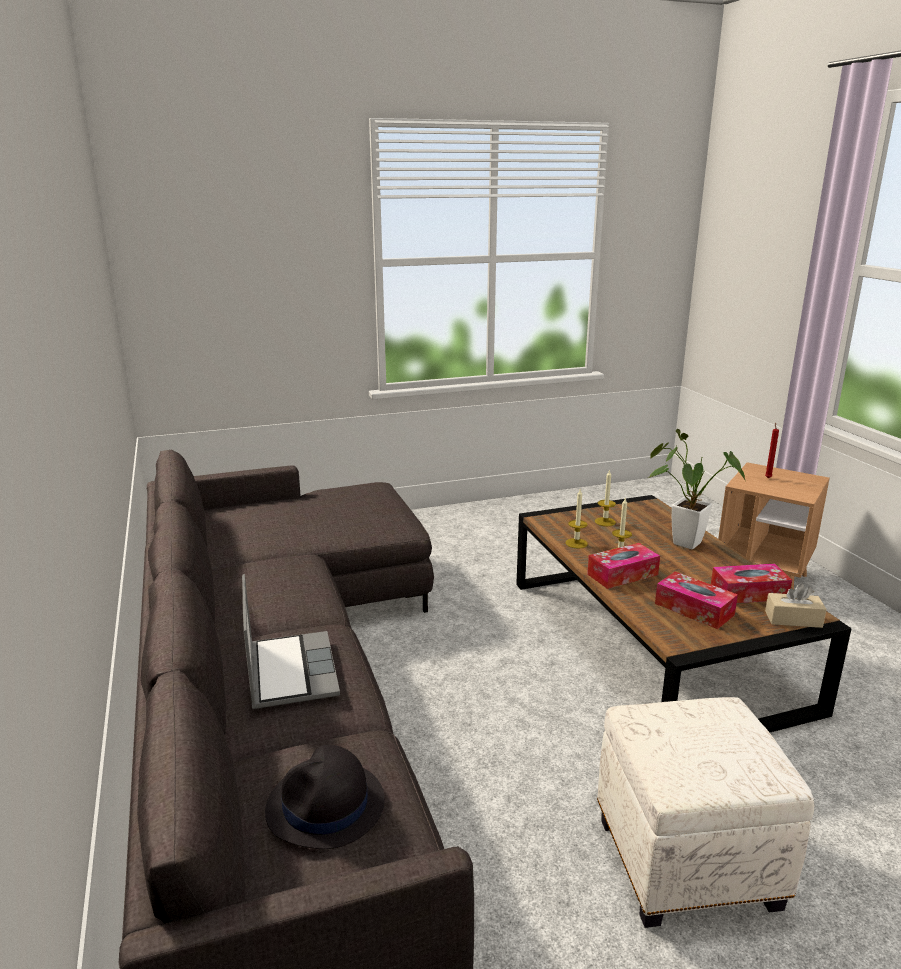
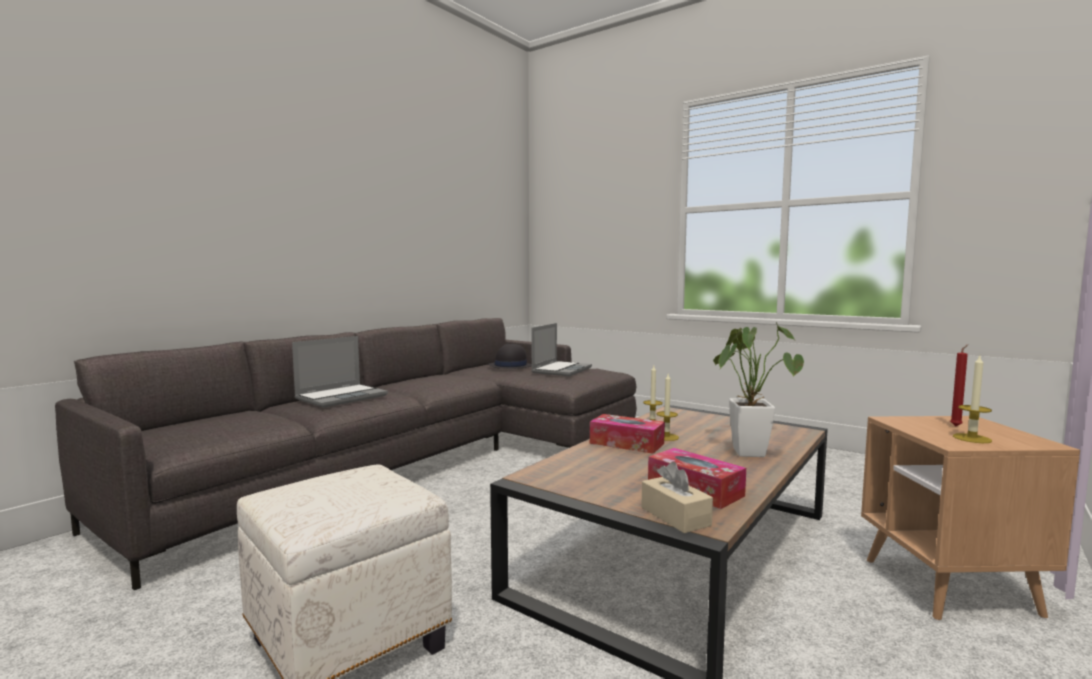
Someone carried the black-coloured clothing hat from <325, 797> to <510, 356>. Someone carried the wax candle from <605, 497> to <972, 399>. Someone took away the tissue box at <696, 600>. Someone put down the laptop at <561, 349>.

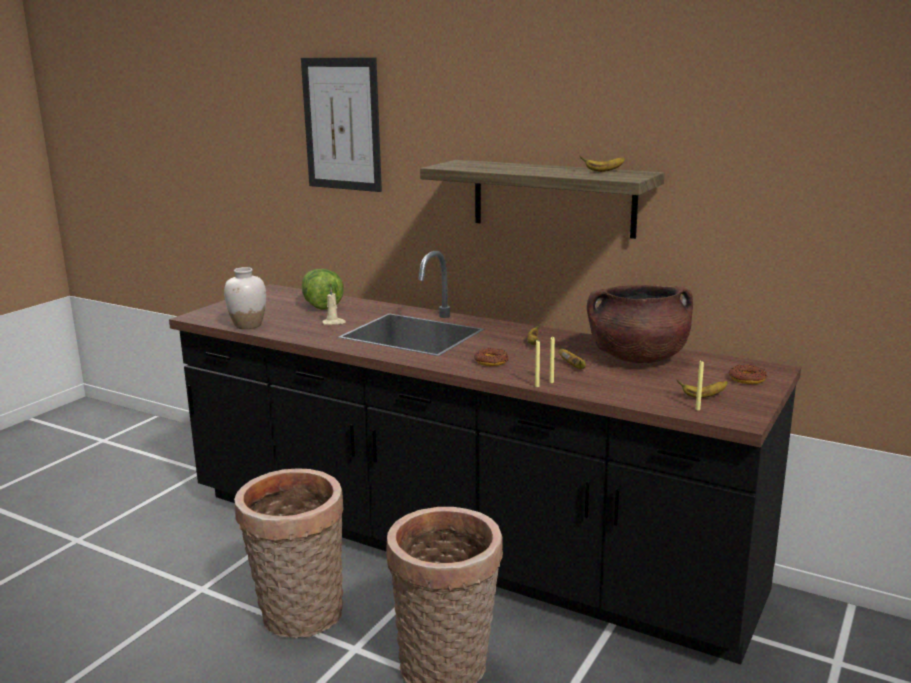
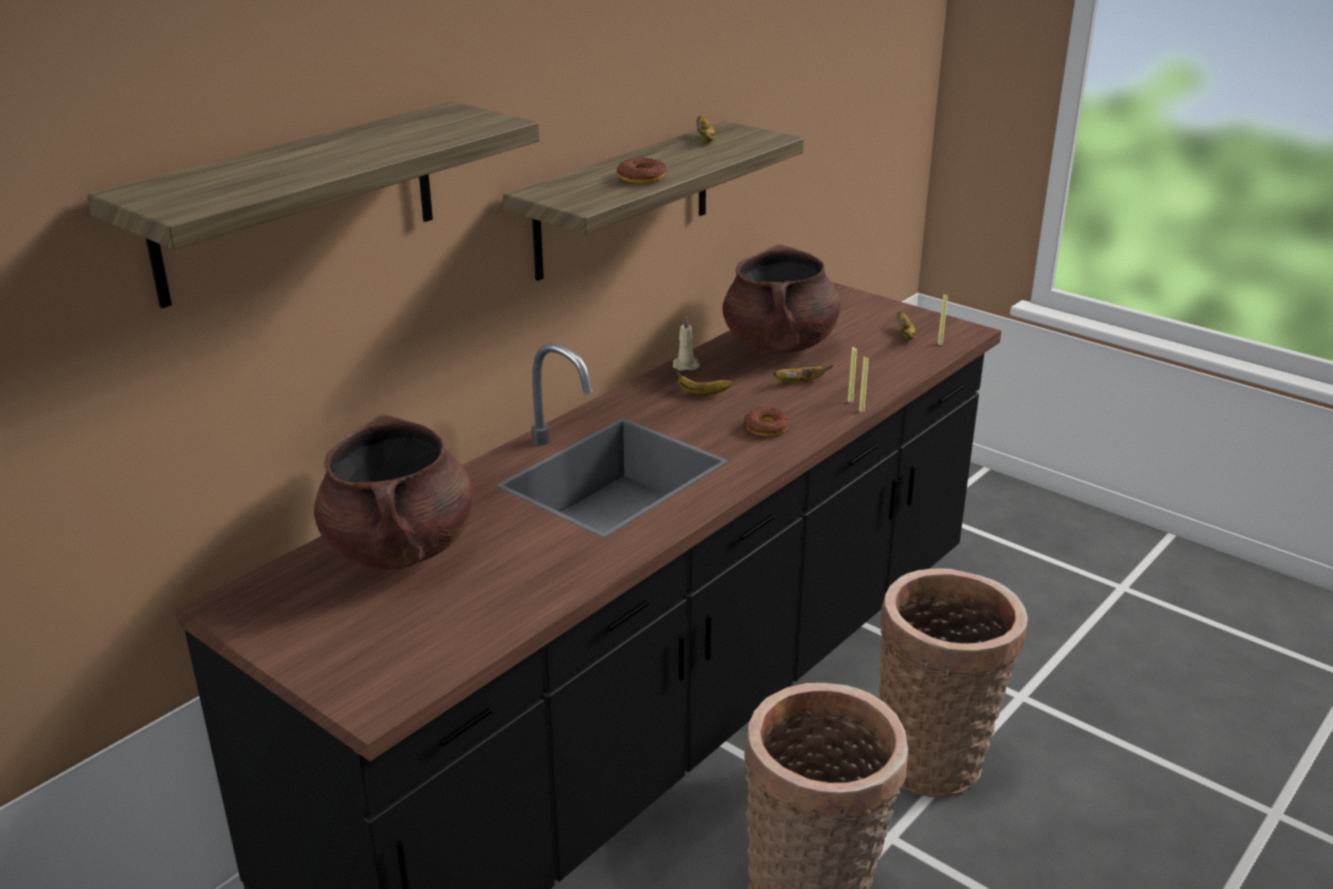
Someone took away the white-coloured vase at <245, 298>. Someone swapped the wall picture at <341, 124> for the wall shelf at <313, 204>. Someone swapped the lettuce head at <323, 289> for the brownish cooking pot at <394, 492>. Someone carried the beige wax candle from <334, 306> to <686, 344>. Someone carried the ring doughnut from <748, 374> to <641, 170>.

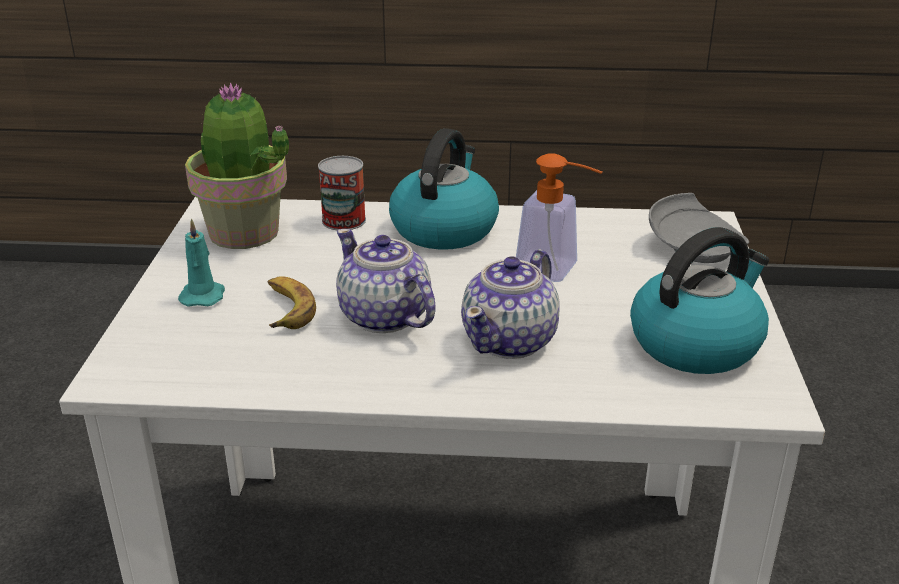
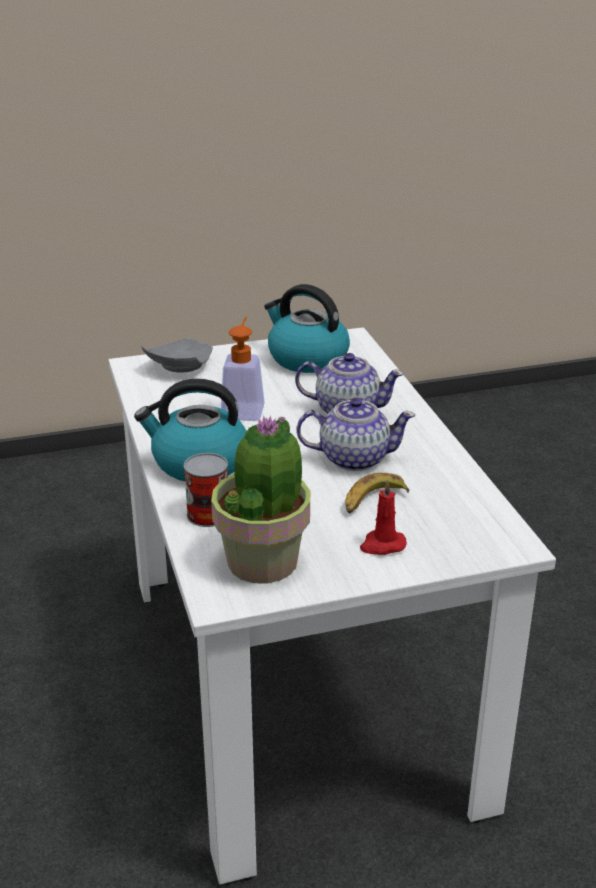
Someone repainted the turquoise-coloured wax candle at <201, 262>, which became the red-coloured wax candle at <383, 517>. Someone rotated the tea pot at <385, 281> by 120 degrees counterclockwise.

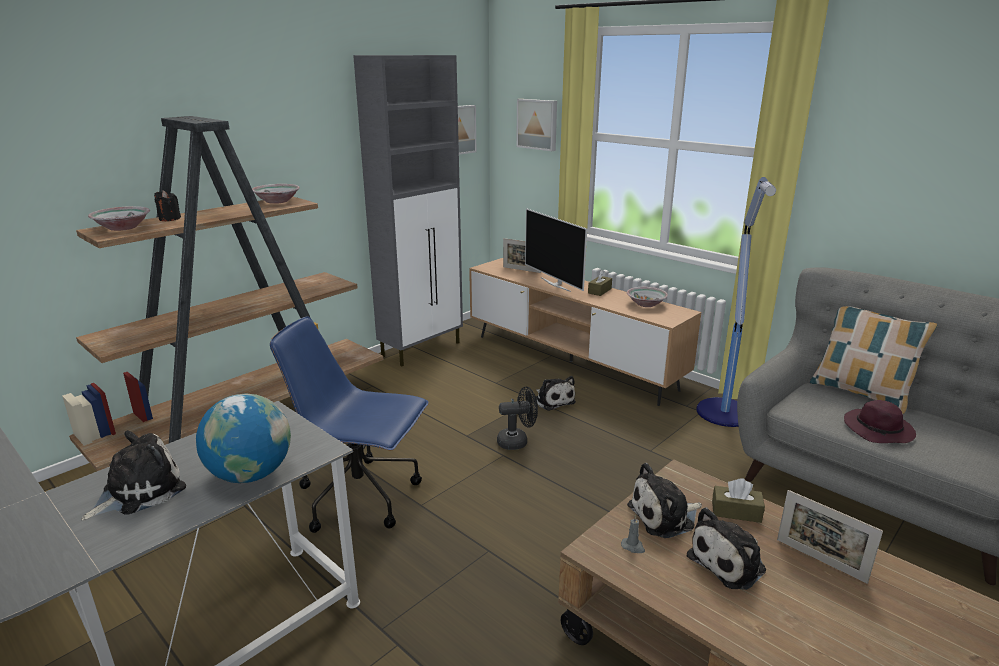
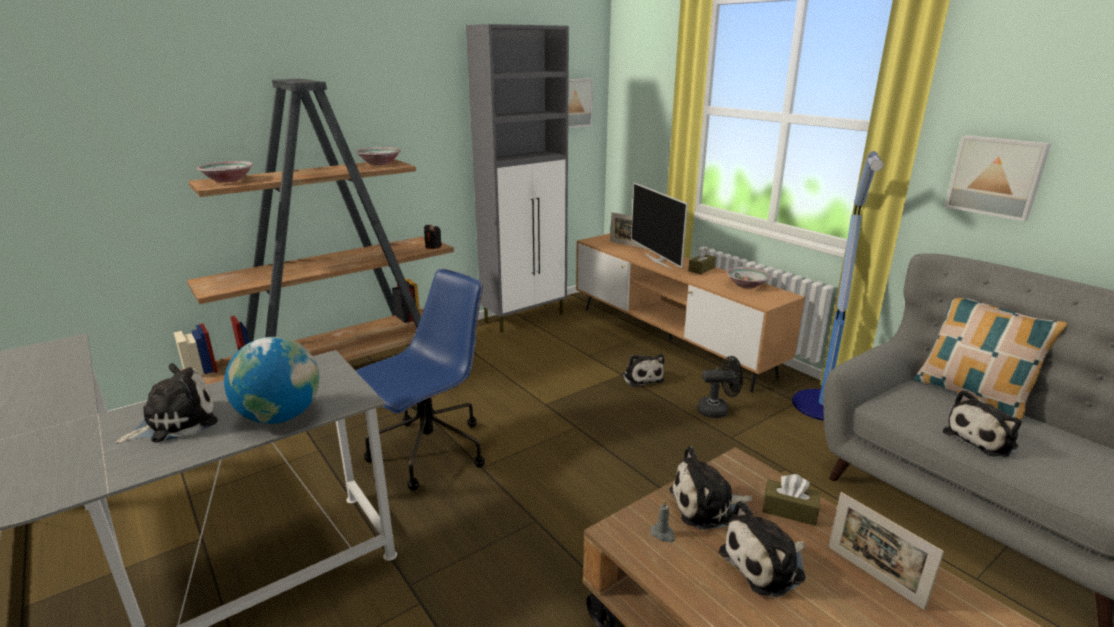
Someone carried the black-coloured wax candle from <167, 205> to <433, 236>. Someone rotated the bluish office chair at <349, 424> by 105 degrees clockwise. Someone carried the black-coloured cooling fan from <517, 418> to <720, 387>. Someone carried the wall picture from <536, 125> to <998, 178>. Someone swapped the purple-coloured clothing hat at <880, 421> for the plush toy at <982, 424>.

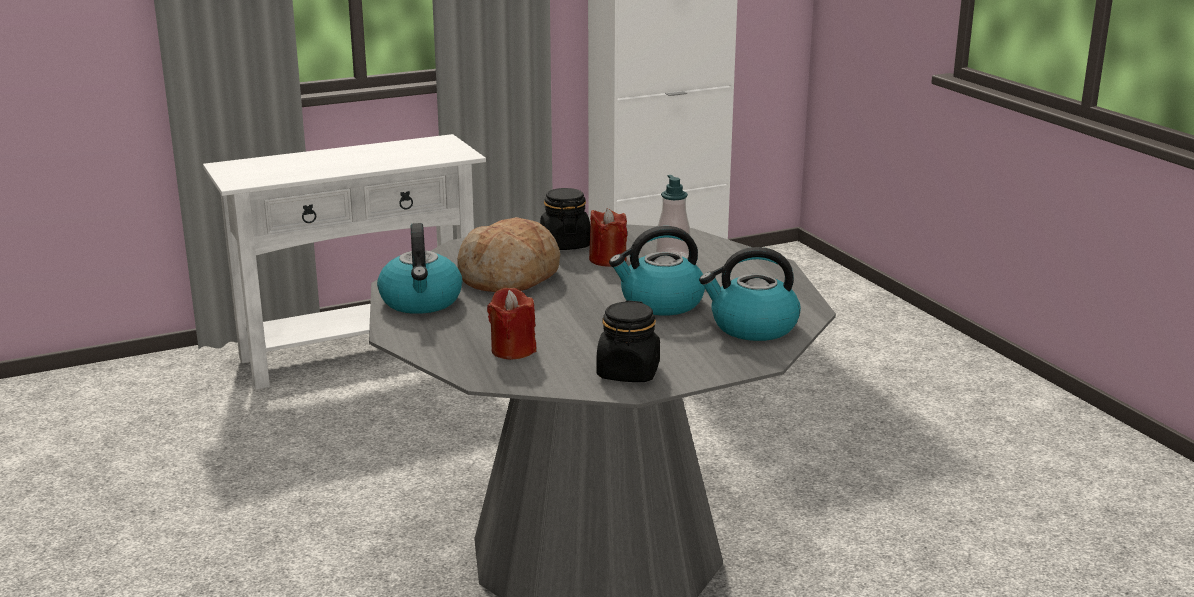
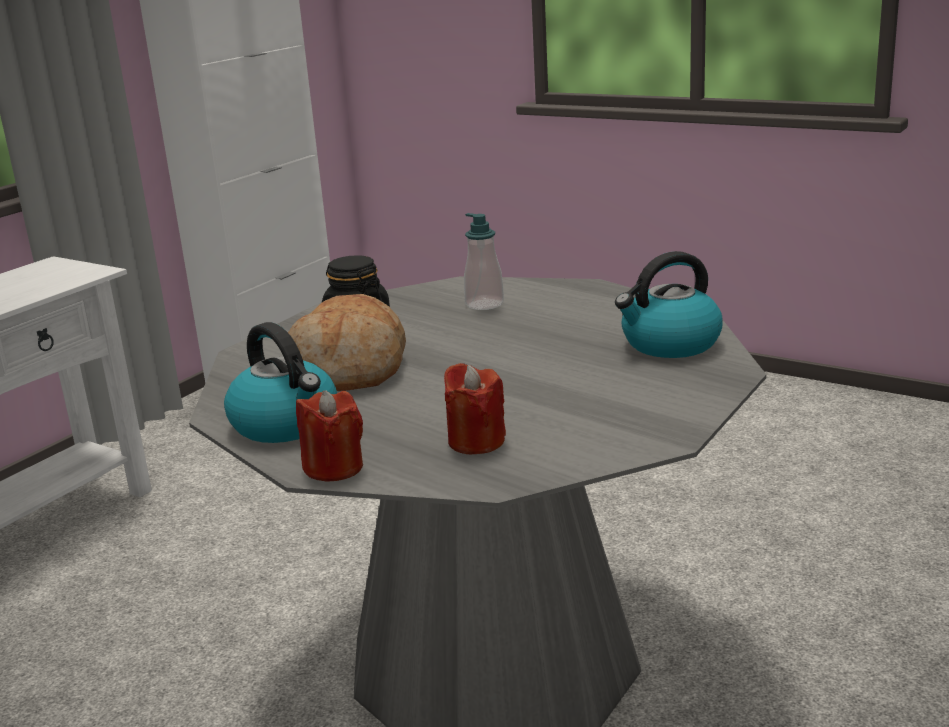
Someone carried the red-coloured wax candle from <608, 237> to <329, 435>. Someone took away the black-coloured jar at <628, 341>. Someone took away the tea kettle at <657, 271>.

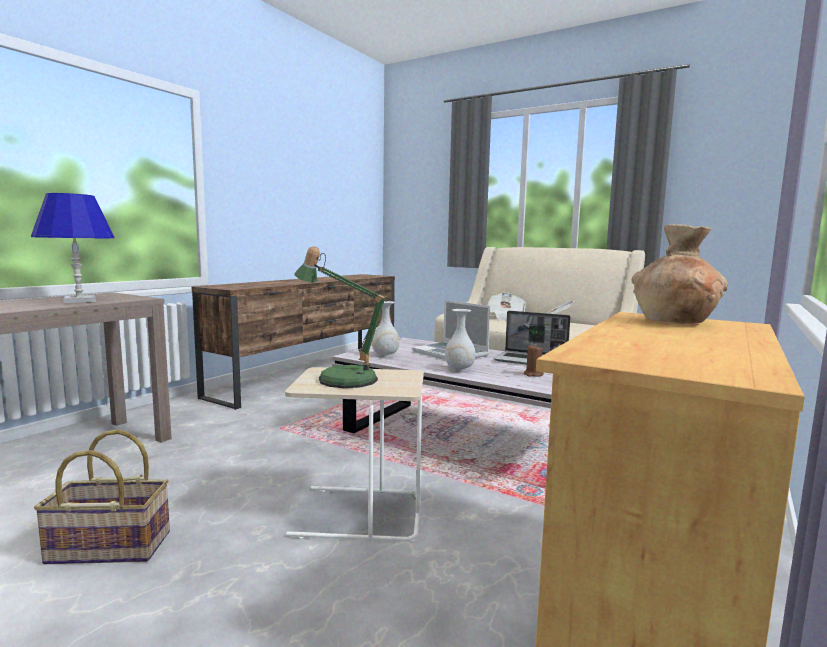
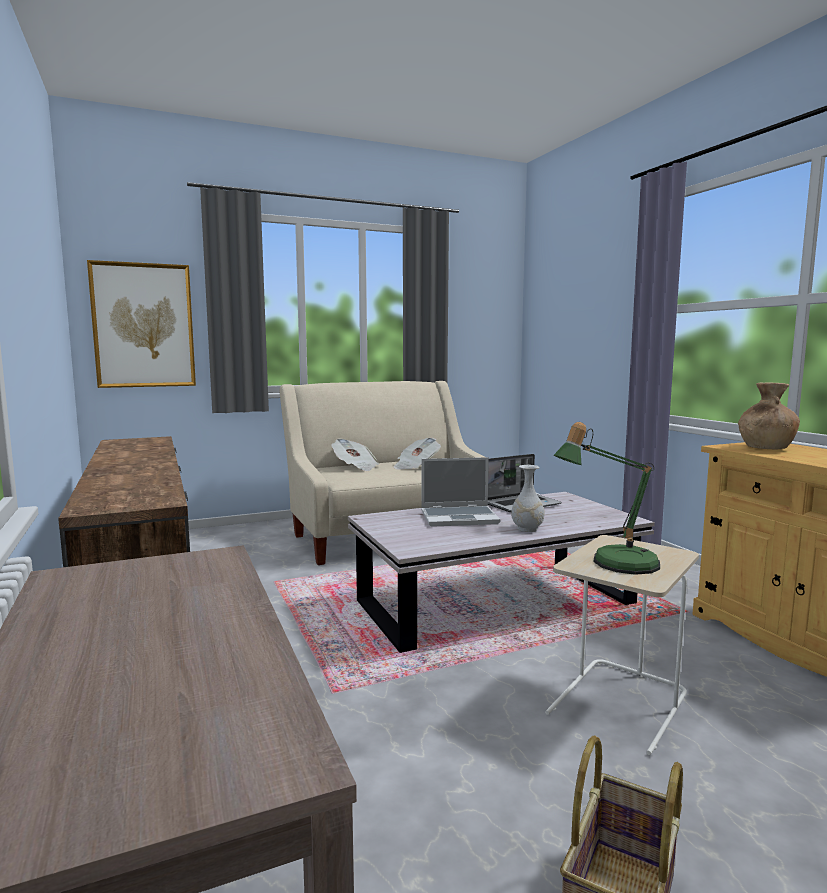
Someone took away the bluish tabletop lamp at <73, 248>. Someone took away the white-coloured vase at <385, 329>. Someone took away the brownish wax candle at <533, 361>. Someone put up the wall picture at <141, 324>.

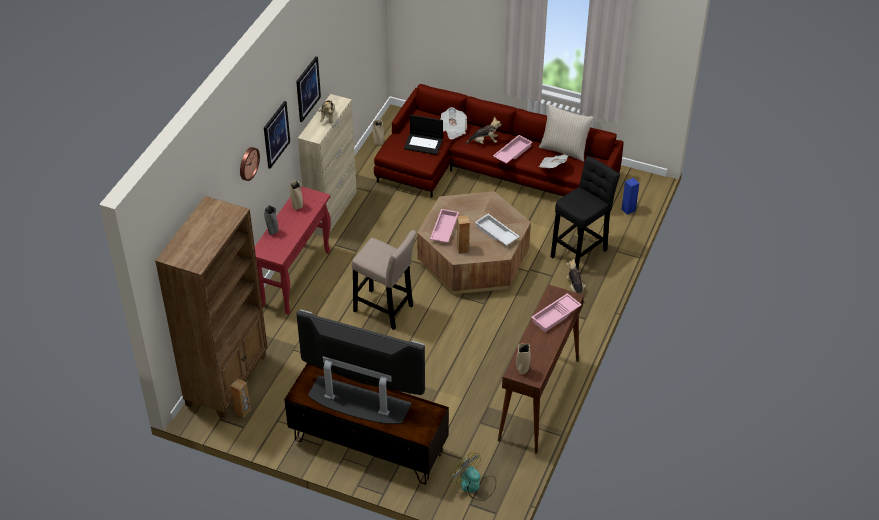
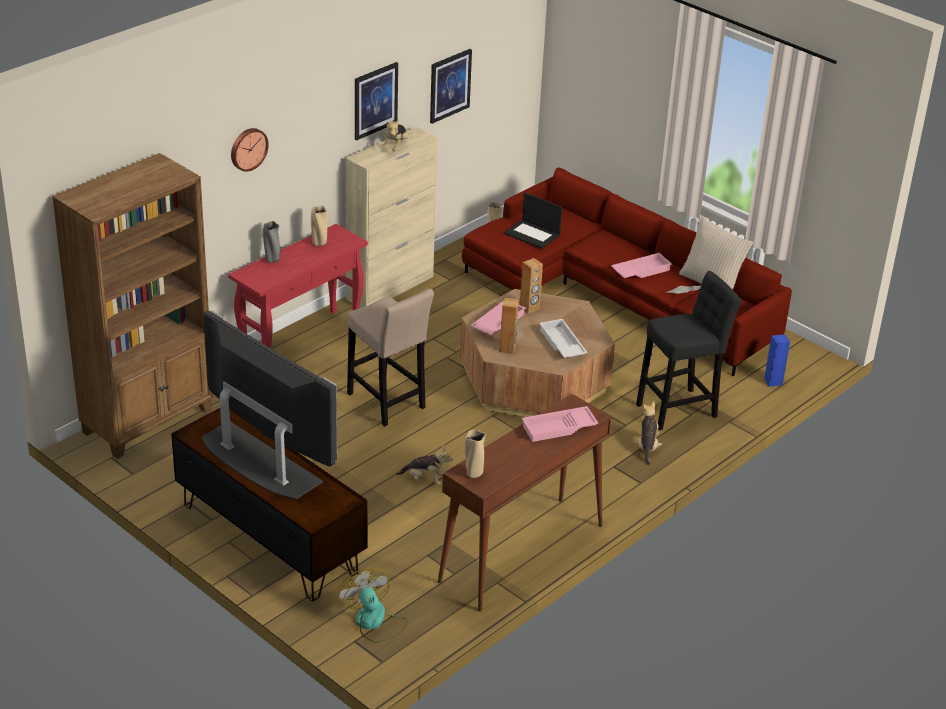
Someone carried the brownish speaker from <240, 398> to <531, 286>. Someone carried the wall picture from <277, 135> to <451, 86>. Someone took away the newspaper at <453, 123>. Someone carried the plush toy from <483, 130> to <424, 464>.

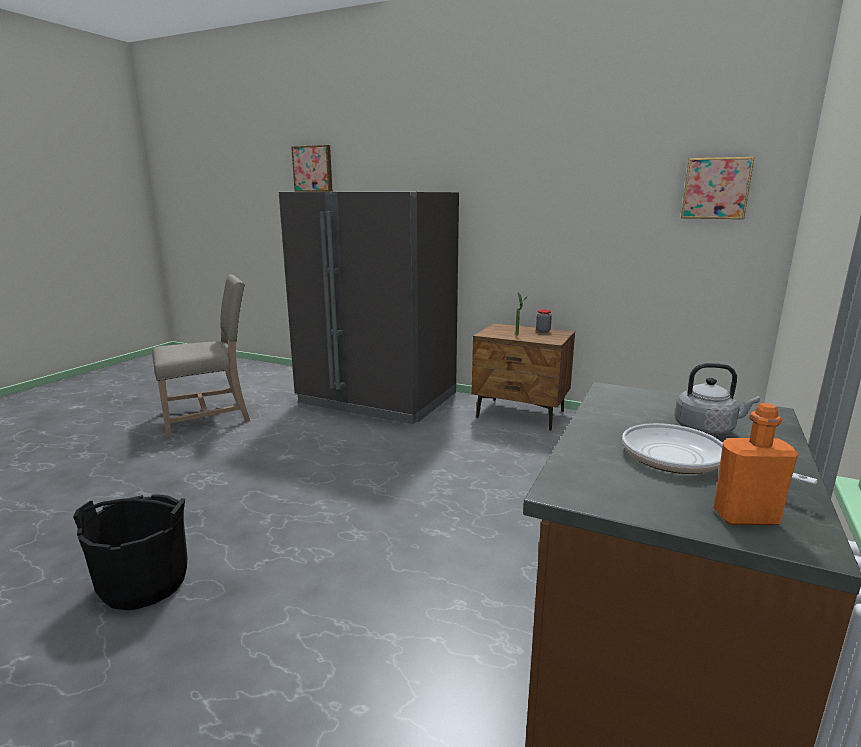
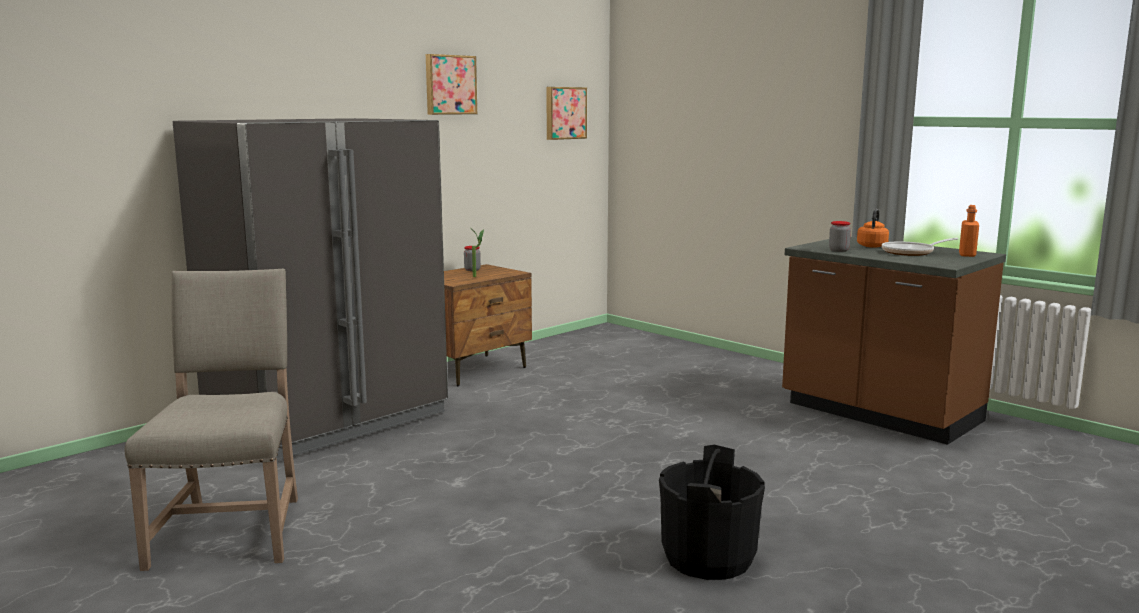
Someone carried the wall picture from <312, 168> to <451, 84>. Someone repainted the grey tea kettle at <717, 399>, which became the orange tea kettle at <873, 228>. Someone put down the jar at <840, 236>.

